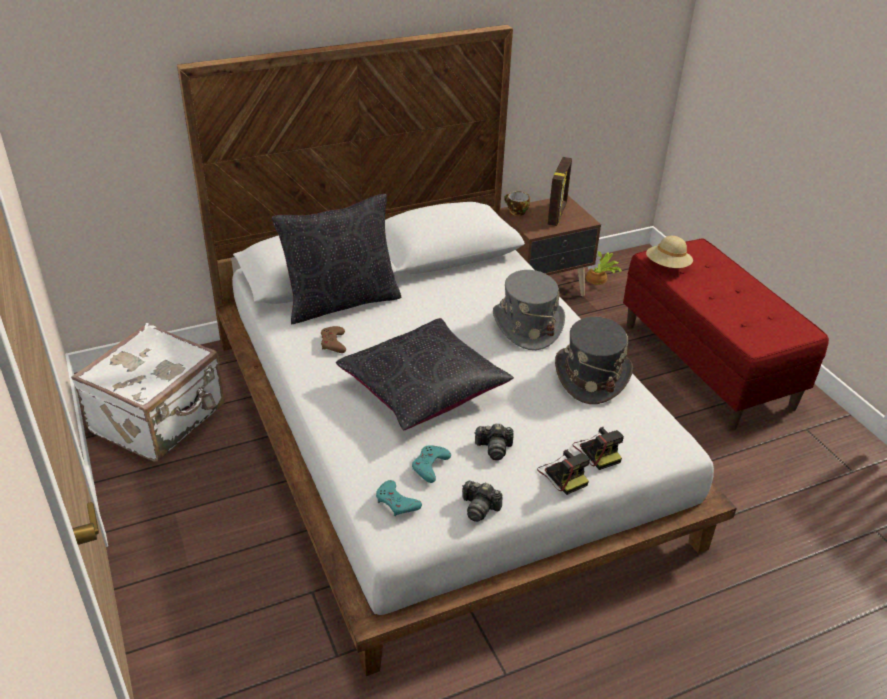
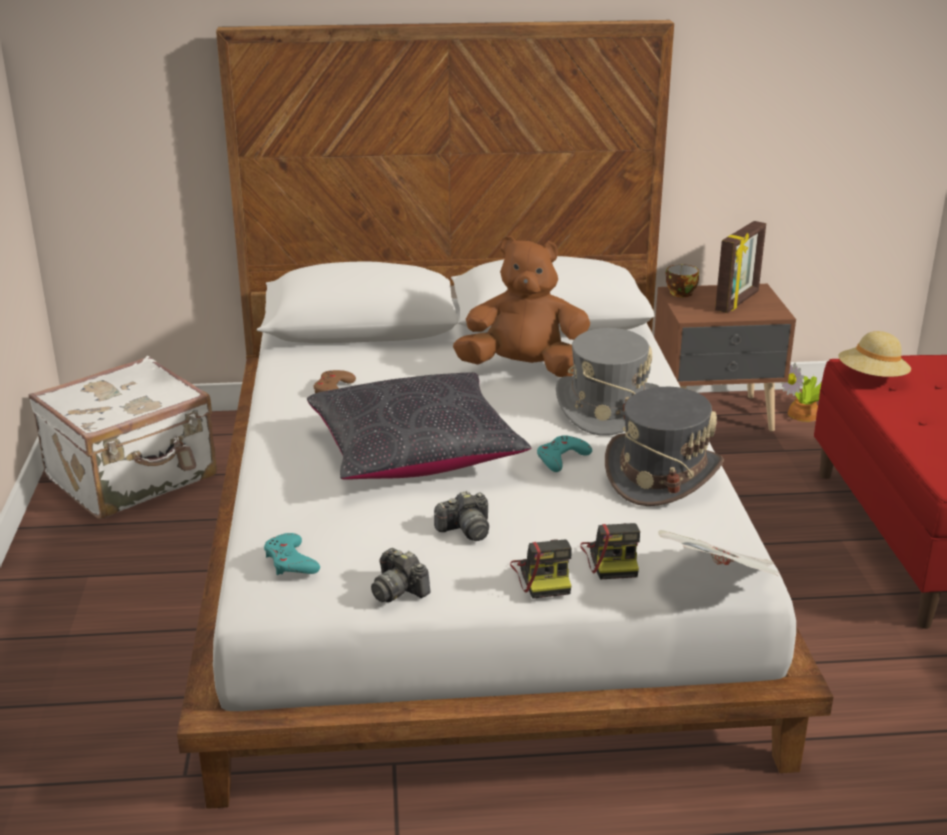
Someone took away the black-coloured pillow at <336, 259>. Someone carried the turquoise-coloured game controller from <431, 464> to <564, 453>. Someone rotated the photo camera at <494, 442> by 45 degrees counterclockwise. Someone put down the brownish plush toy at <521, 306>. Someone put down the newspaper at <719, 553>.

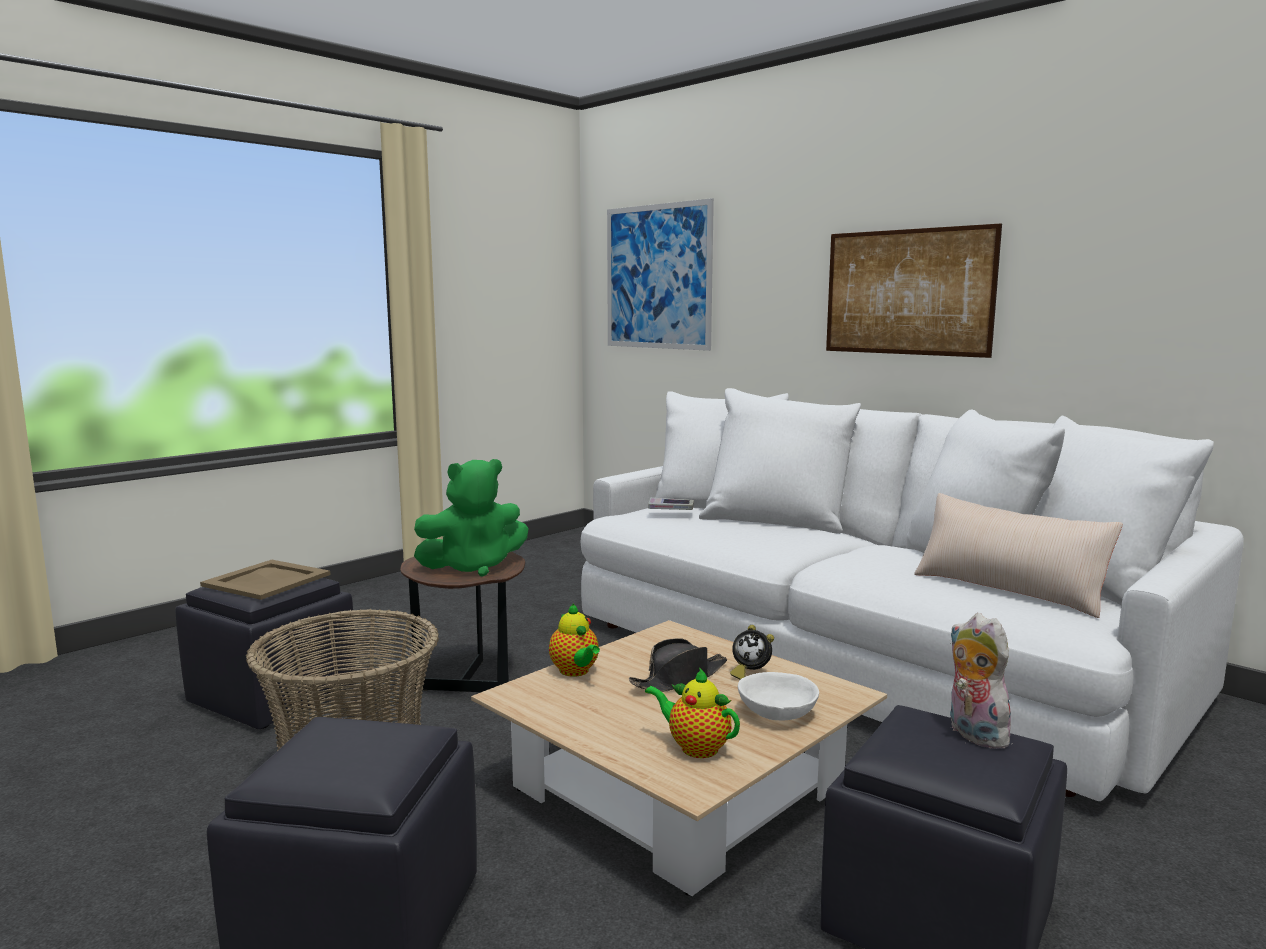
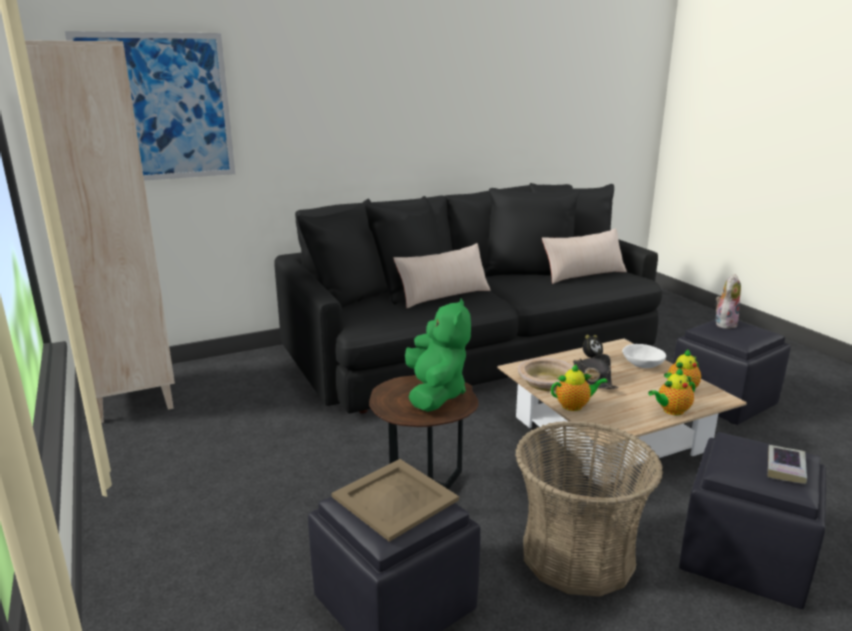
Someone repainted the white-coloured couch at <912, 594>, which became the black-coloured couch at <468, 298>. Someone carried the bound book from <671, 503> to <787, 464>. Someone took away the wall picture at <914, 290>. Someone rotated the plush toy at <984, 681> by 135 degrees clockwise. Someone put down the beige bookshelf at <100, 231>. Someone put down the beige pillow at <442, 275>. Someone put down the beige bowl at <545, 374>. Someone put down the tea pot at <671, 391>.

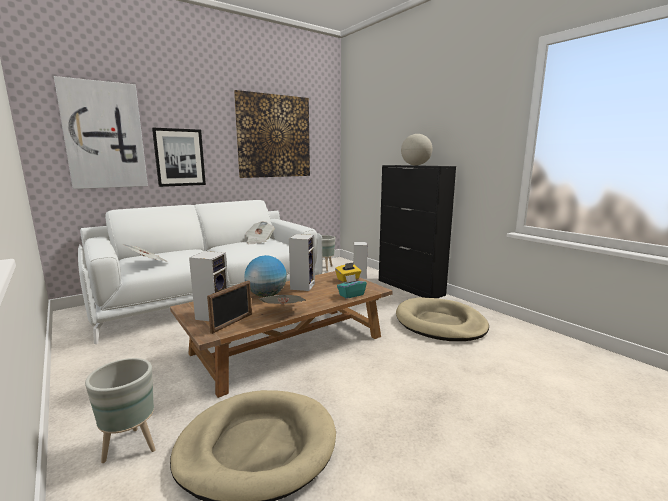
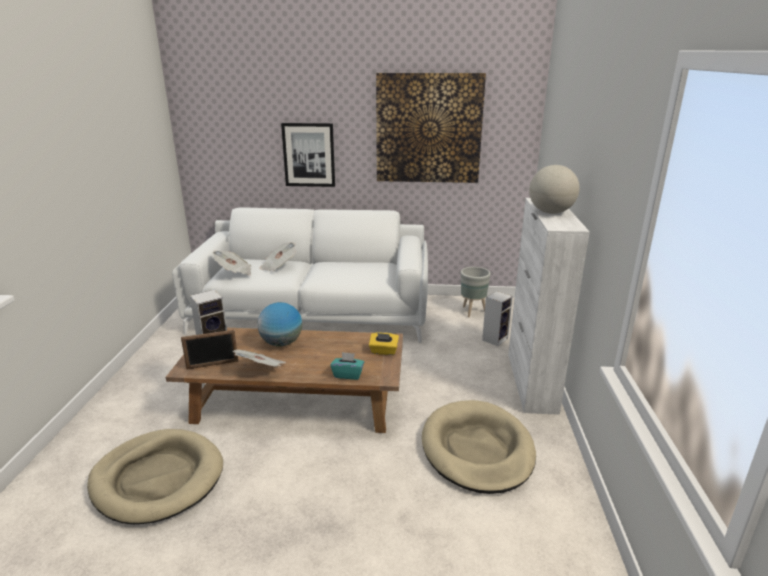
Someone took away the wall picture at <101, 132>. Someone took away the grey flower pot at <120, 410>. Someone carried the newspaper from <260, 232> to <277, 256>. Someone took away the speaker at <302, 262>. Someone repainted the black-coloured cabinet at <417, 231>, which became the white-coloured cabinet at <549, 306>.

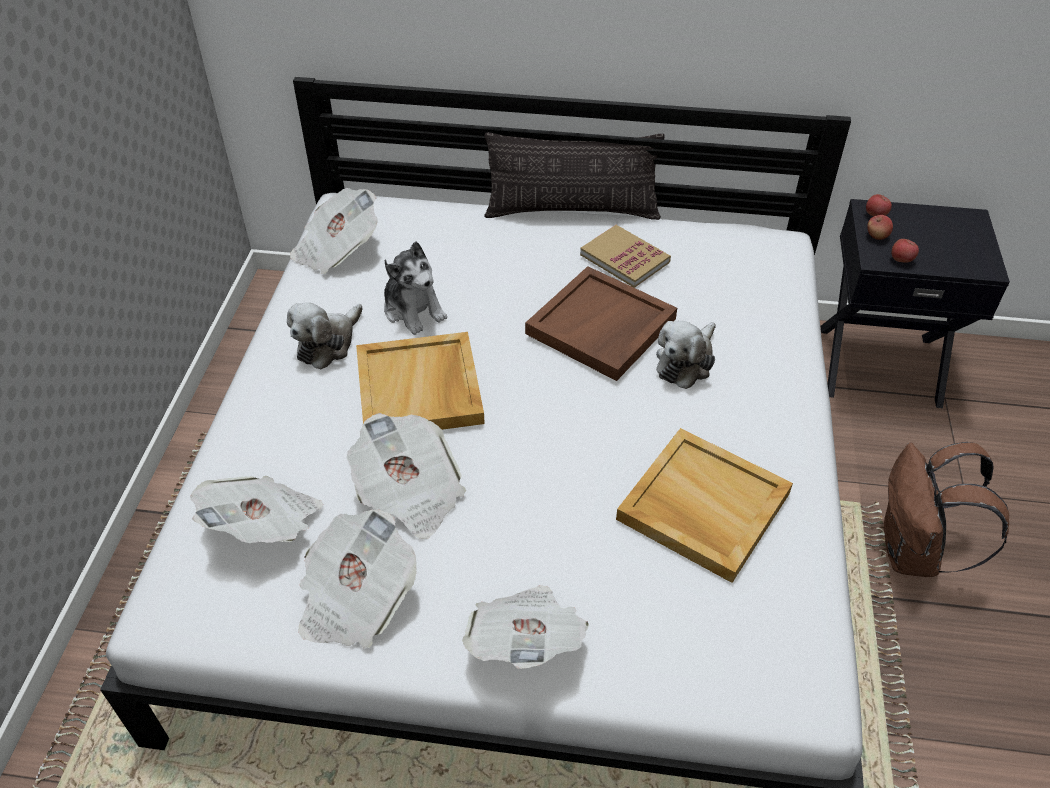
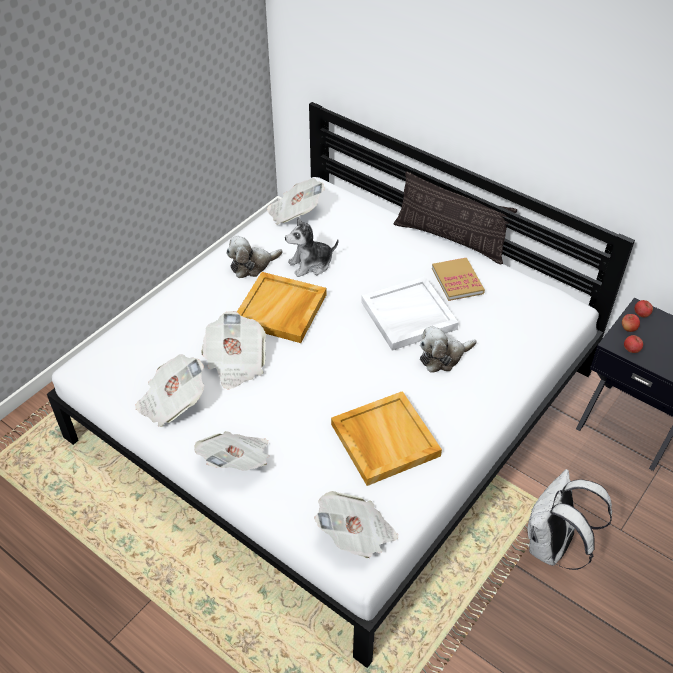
Someone carried the newspaper from <256, 509> to <356, 525>. Someone rotated the plush toy at <415, 288> by 75 degrees clockwise. Someone repainted the brownish serving tray at <601, 323>, which became the white-coloured serving tray at <410, 313>. Someone repainted the brownish backpack at <946, 509>, which became the white-coloured backpack at <569, 519>.

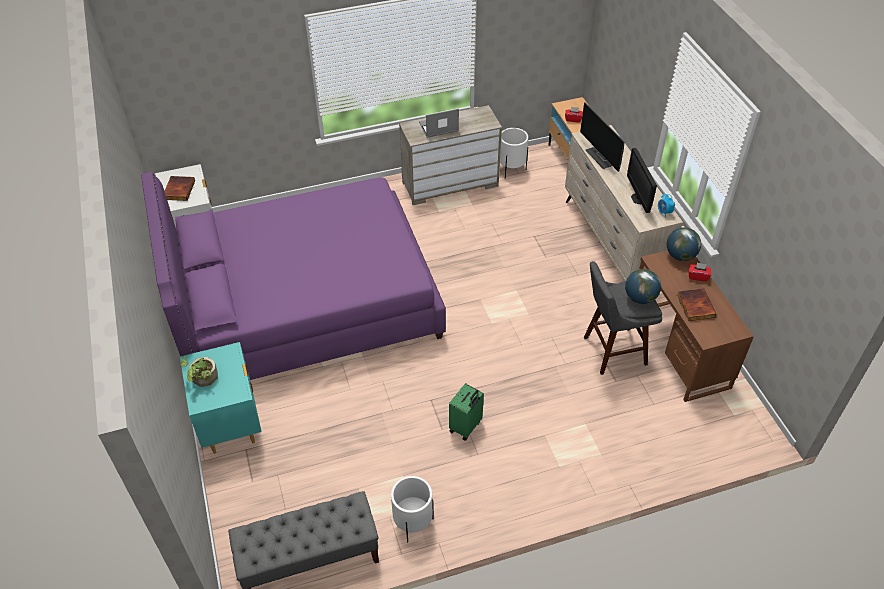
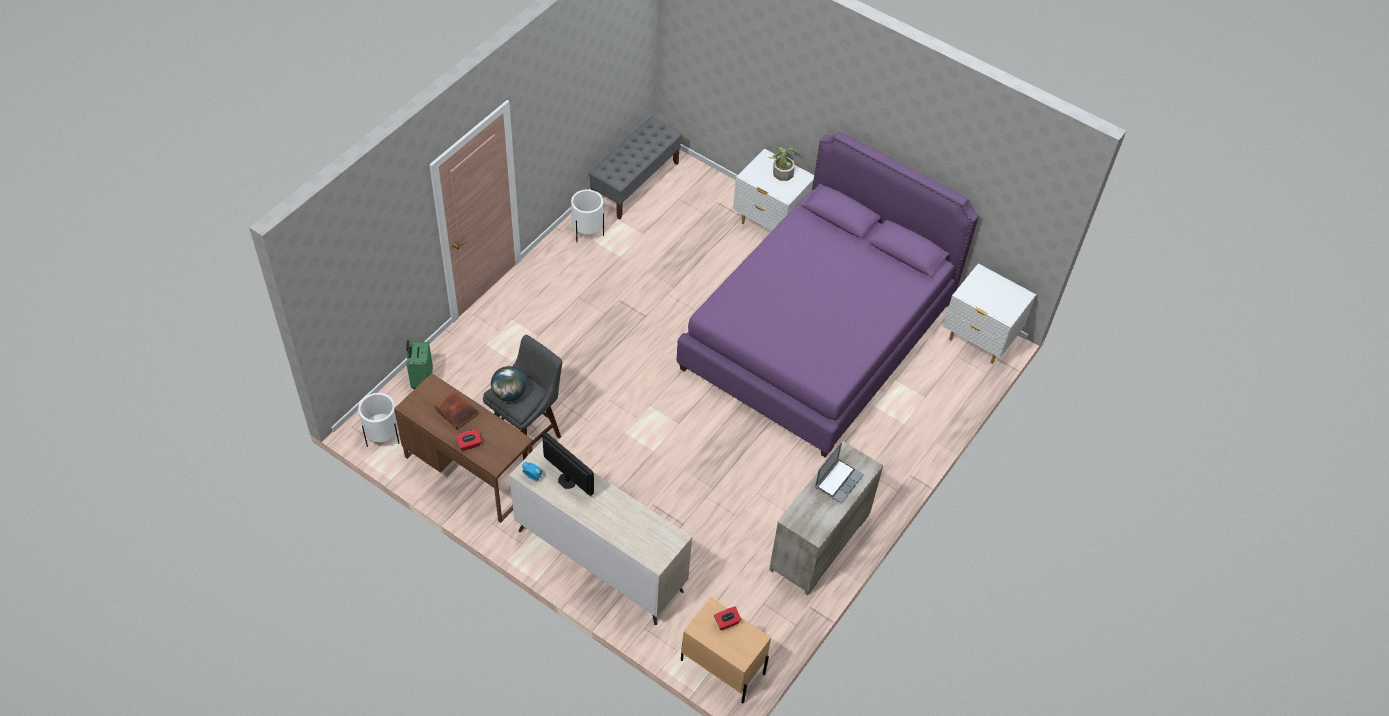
Someone took away the bound book at <180, 188>. Someone repainted the turquoise-coloured nightstand at <221, 398>, which became the white-coloured nightstand at <773, 190>. Someone carried the greenish piece of luggage from <466, 412> to <419, 364>. Someone carried the white-coloured flower pot from <514, 153> to <379, 420>. Someone took away the monitor at <602, 137>. Someone took away the desk globe at <684, 244>.

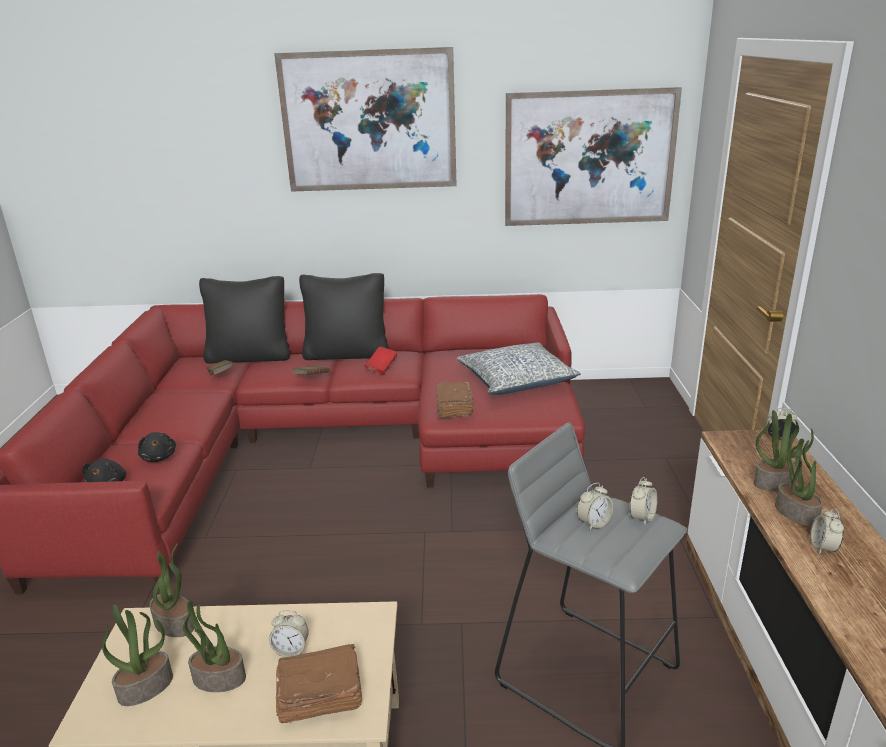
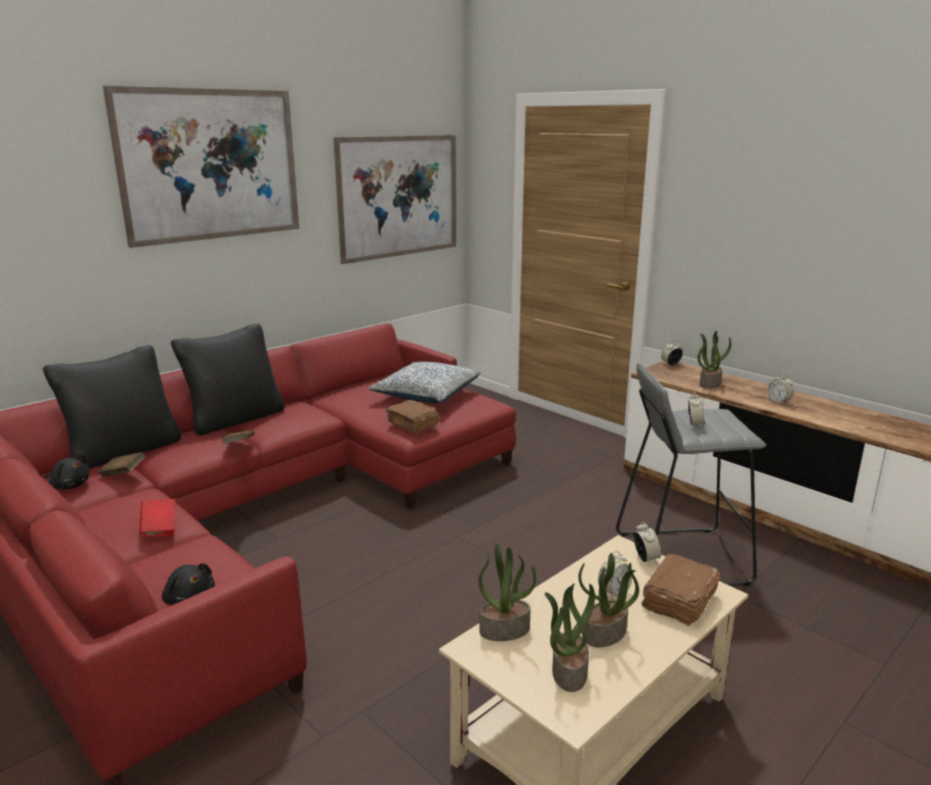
Someone carried the black-coloured plush toy from <157, 447> to <68, 471>. Someone carried the red-coloured bound book from <381, 360> to <157, 518>. Someone carried the bedside clock from <643, 501> to <647, 542>. Someone took away the potted plant at <799, 482>.

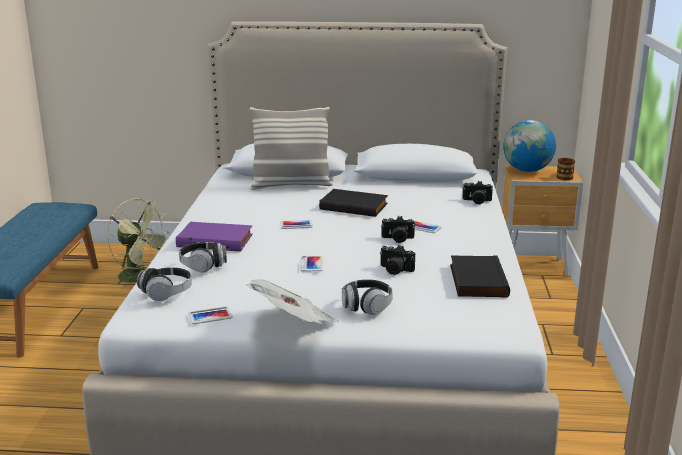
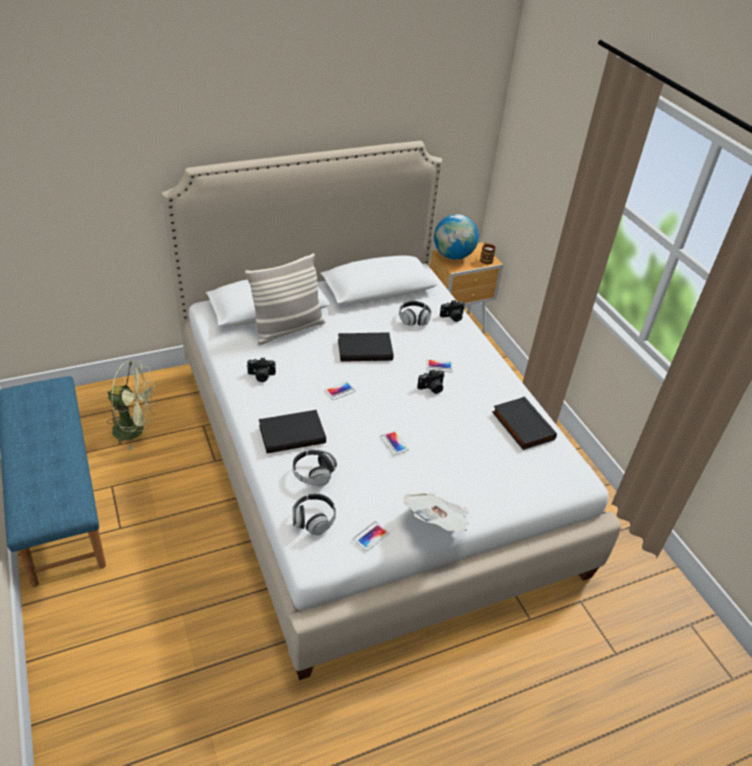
Someone repainted the purple-coloured bound book at <214, 236>, which became the black-coloured bound book at <292, 431>. Someone carried the headset from <367, 297> to <415, 313>. Someone carried the photo camera from <397, 260> to <261, 369>.

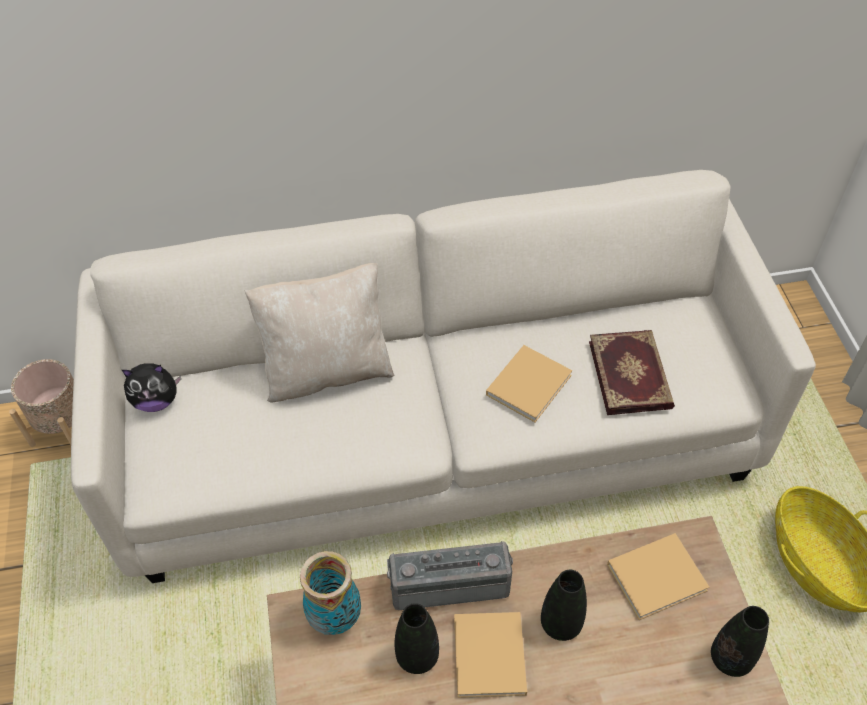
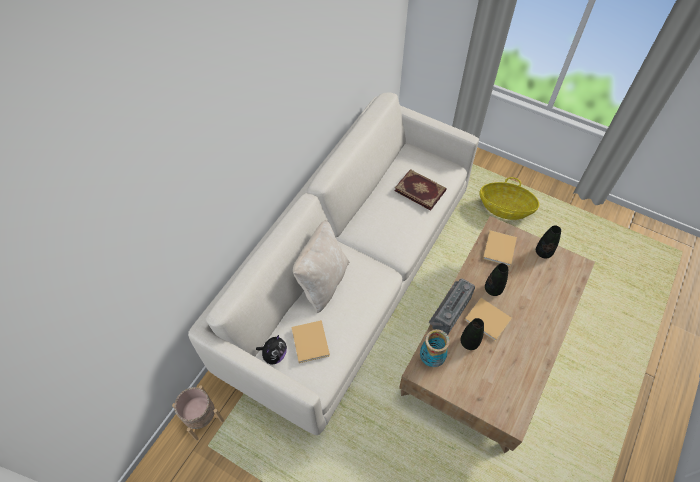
Someone carried the beige bound book from <529, 383> to <310, 341>.

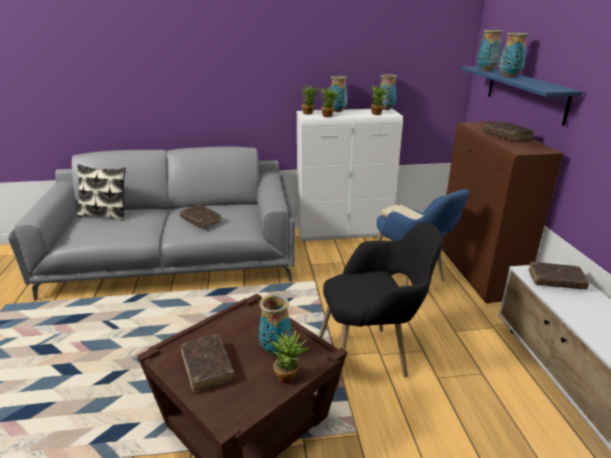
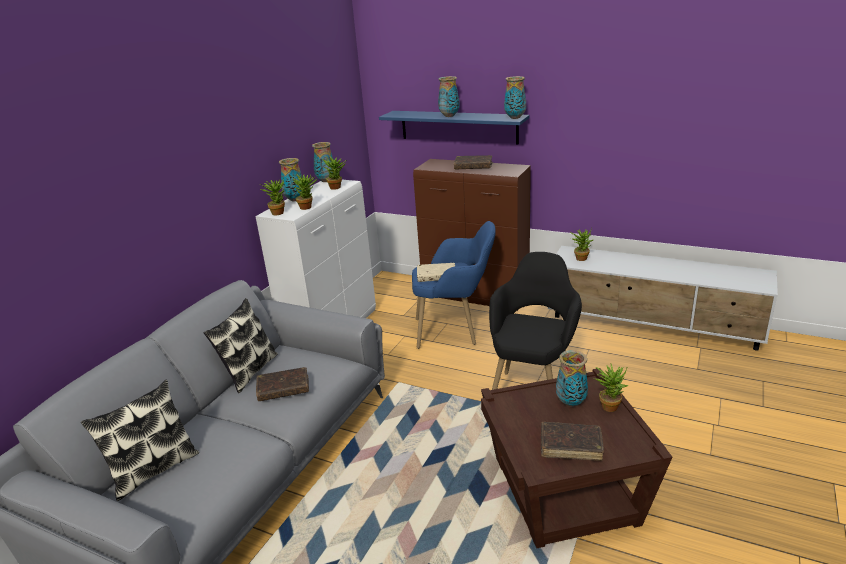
Someone carried the vase from <490, 50> to <515, 97>. Someone swapped the brownish bound book at <559, 276> for the potted plant at <581, 244>. Someone put down the pillow at <240, 345>.

